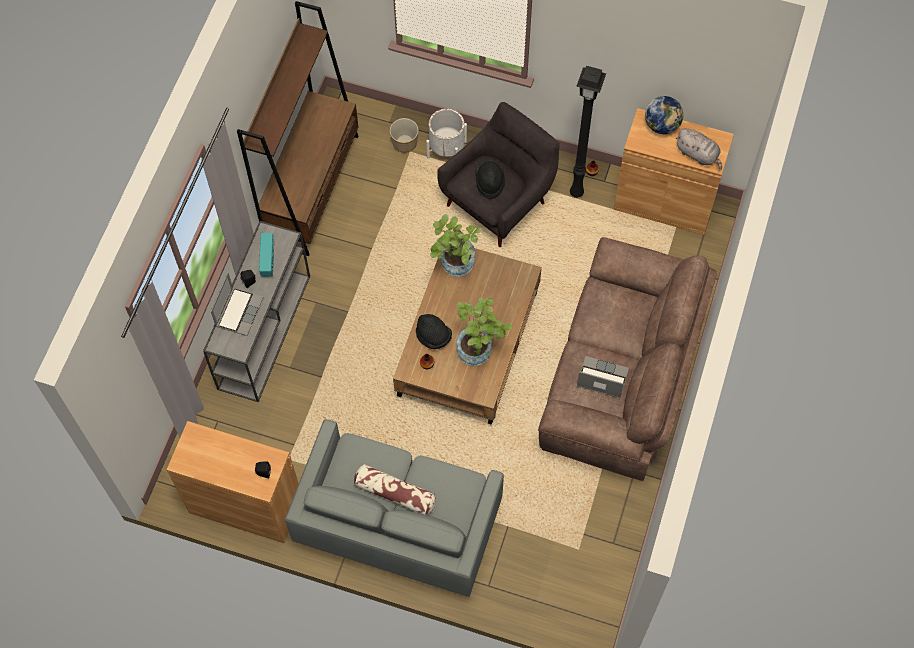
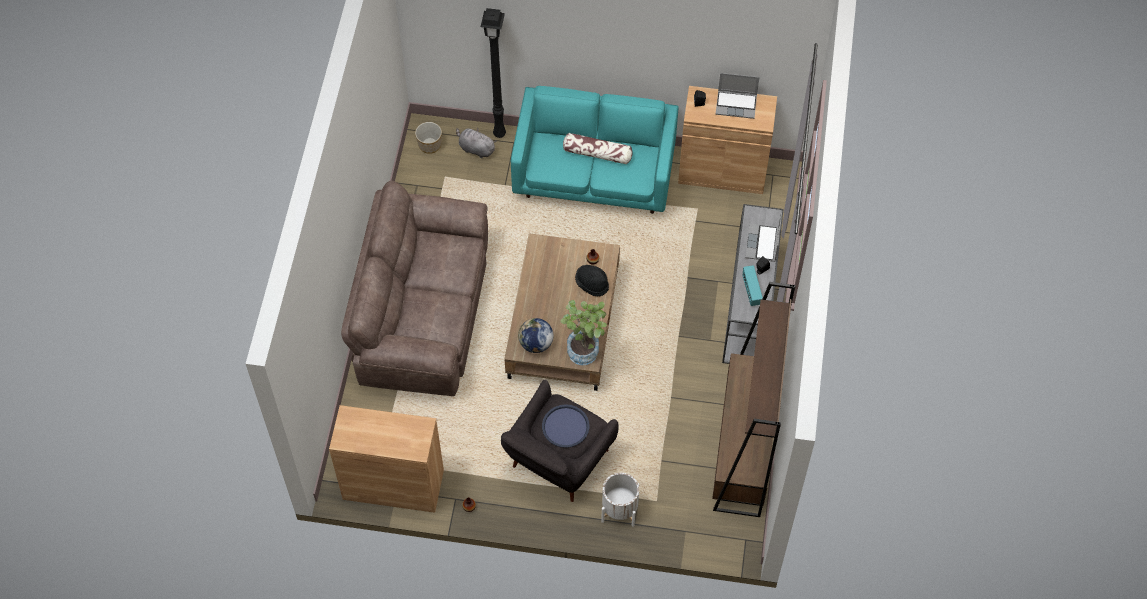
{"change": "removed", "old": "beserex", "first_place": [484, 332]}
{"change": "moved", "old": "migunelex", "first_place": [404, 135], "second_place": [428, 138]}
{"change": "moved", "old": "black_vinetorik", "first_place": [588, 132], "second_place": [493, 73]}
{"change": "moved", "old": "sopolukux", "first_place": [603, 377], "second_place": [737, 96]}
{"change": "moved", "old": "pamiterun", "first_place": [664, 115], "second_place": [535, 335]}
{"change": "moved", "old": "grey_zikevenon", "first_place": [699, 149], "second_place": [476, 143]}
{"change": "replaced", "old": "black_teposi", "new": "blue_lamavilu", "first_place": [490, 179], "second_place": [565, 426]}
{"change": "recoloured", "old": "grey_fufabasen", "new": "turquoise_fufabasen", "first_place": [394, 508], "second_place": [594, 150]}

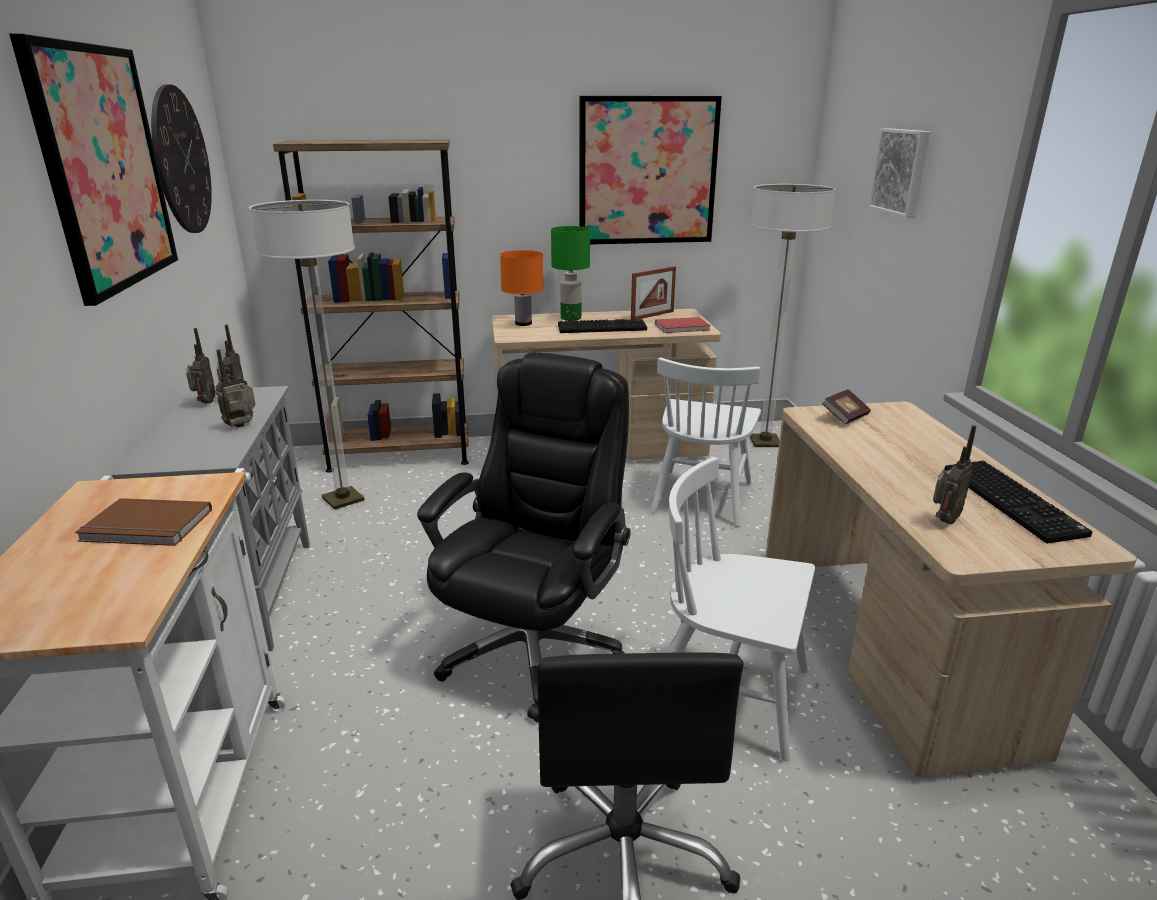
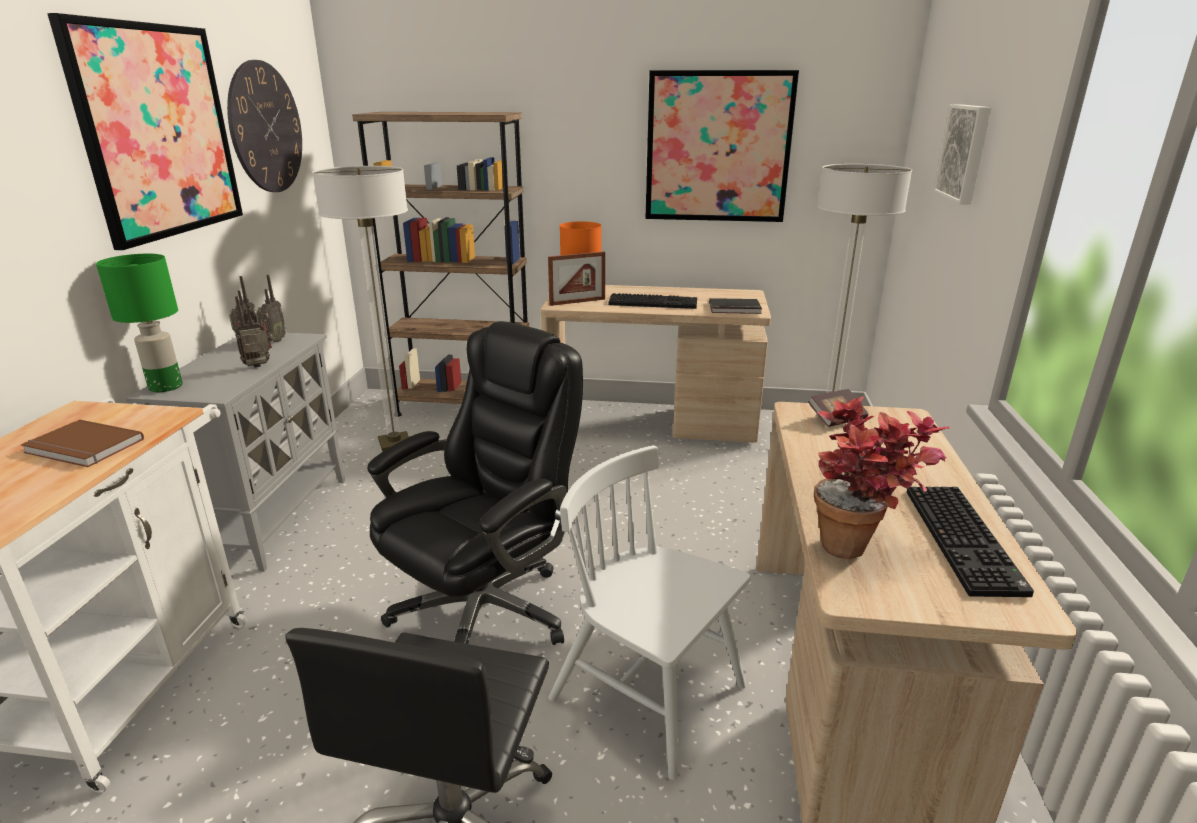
{"change": "removed", "old": "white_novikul", "first_place": [705, 442]}
{"change": "moved", "old": "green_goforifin", "first_place": [570, 273], "second_place": [139, 323]}
{"change": "moved", "old": "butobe", "first_place": [653, 293], "second_place": [576, 278]}
{"change": "replaced", "old": "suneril", "new": "beserex", "first_place": [955, 475], "second_place": [882, 477]}
{"change": "recoloured", "old": "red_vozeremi", "new": "black_vozeremi", "first_place": [683, 325], "second_place": [735, 306]}

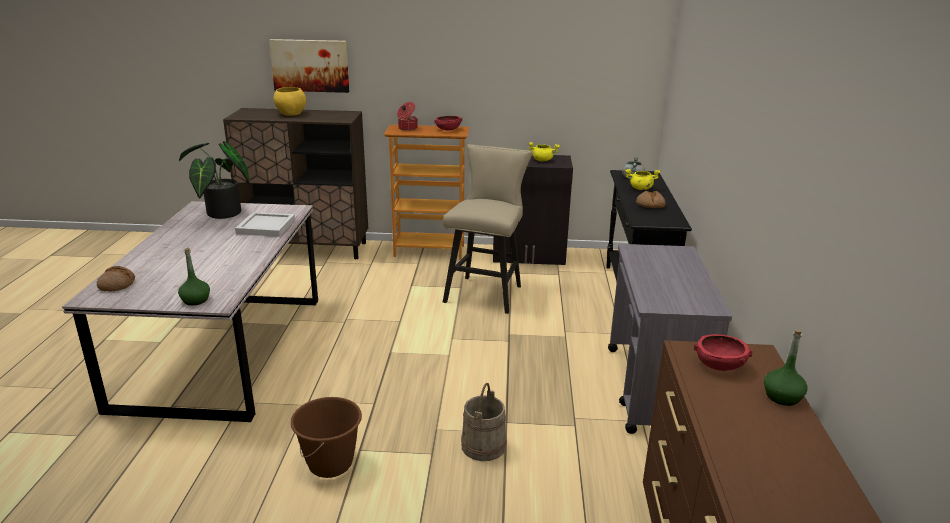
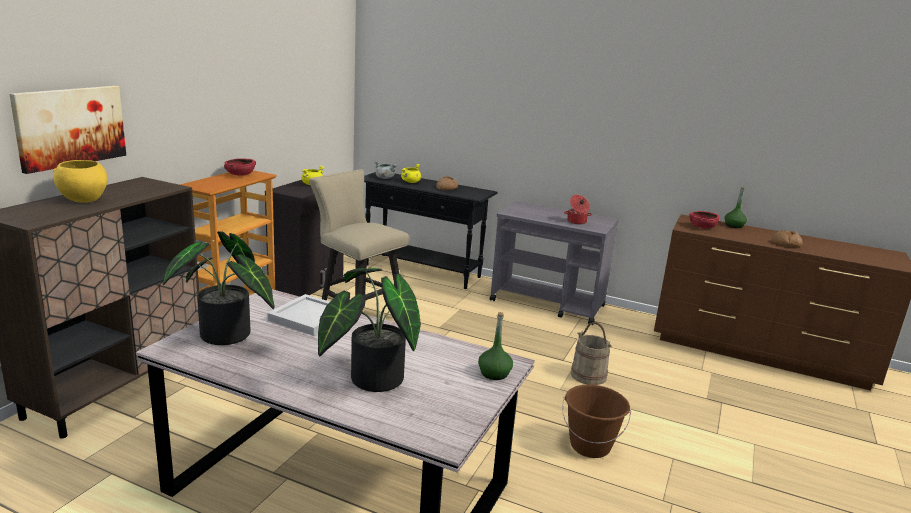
{"change": "added", "new": "beserex", "second_place": [369, 330]}
{"change": "moved", "old": "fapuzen", "first_place": [116, 278], "second_place": [787, 239]}
{"change": "moved", "old": "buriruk", "first_place": [407, 116], "second_place": [578, 209]}

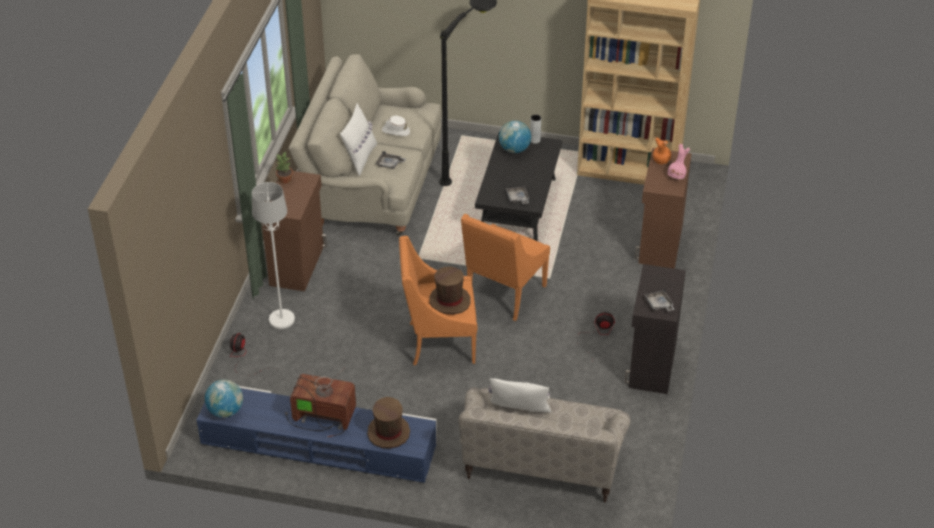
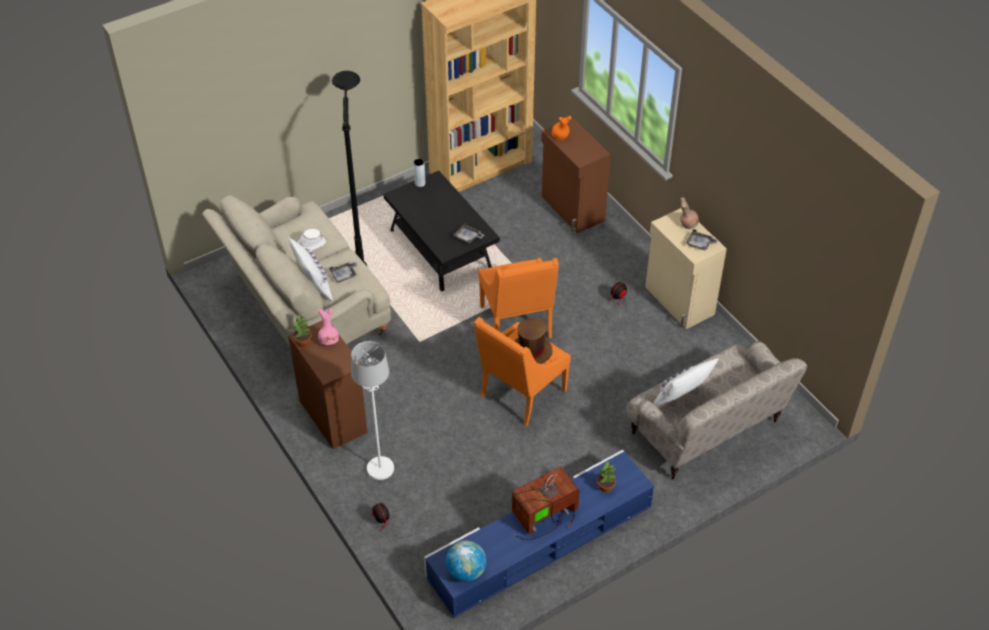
{"change": "removed", "old": "pamiterun", "first_place": [515, 137]}
{"change": "added", "new": "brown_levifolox", "second_place": [689, 213]}
{"change": "moved", "old": "pink_levifolox", "first_place": [679, 161], "second_place": [328, 327]}
{"change": "replaced", "old": "brown_teposi", "new": "beserex", "first_place": [388, 423], "second_place": [606, 477]}
{"change": "recoloured", "old": "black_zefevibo", "new": "beige_zefevibo", "first_place": [655, 329], "second_place": [686, 268]}

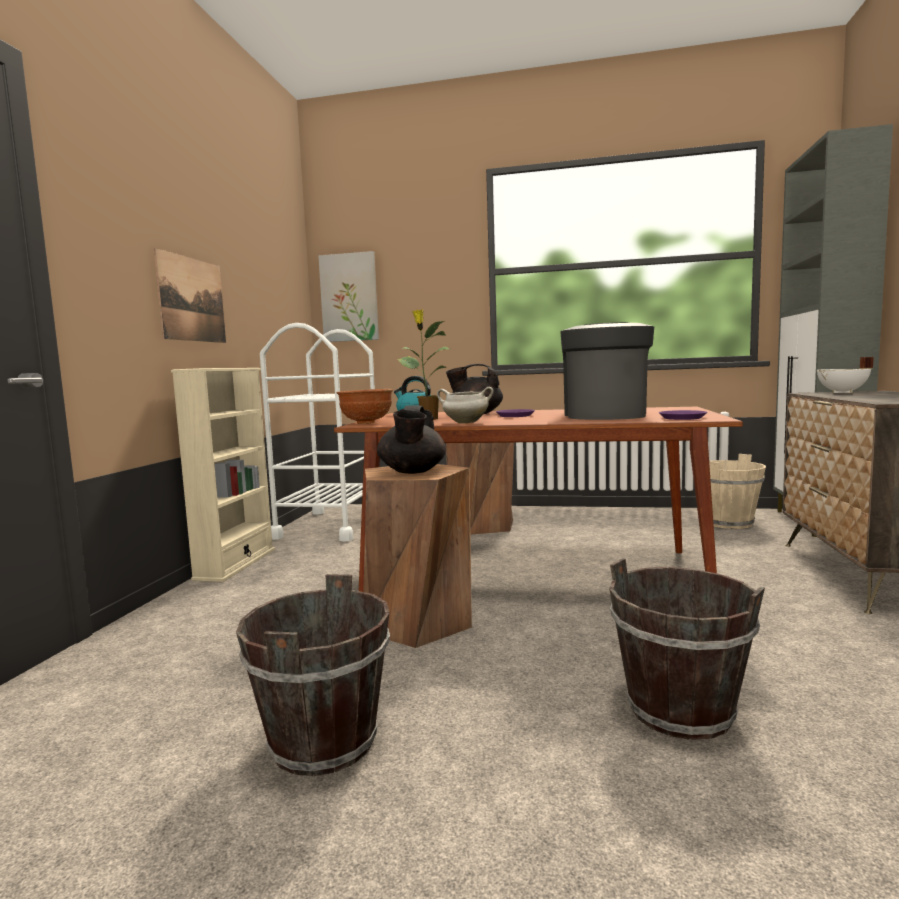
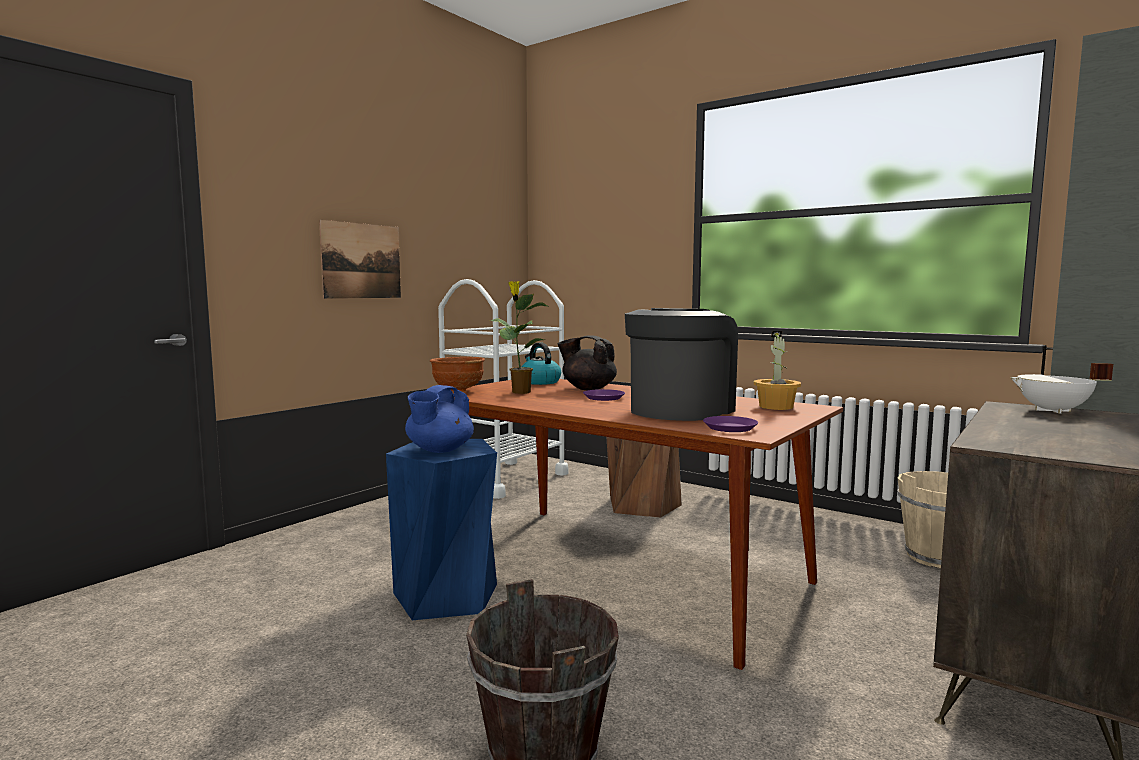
{"change": "removed", "old": "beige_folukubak", "first_place": [223, 475]}
{"change": "removed", "old": "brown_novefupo", "first_place": [313, 675]}
{"change": "removed", "old": "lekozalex", "first_place": [348, 296]}
{"change": "removed", "old": "white_buriruk", "first_place": [465, 405]}
{"change": "added", "new": "beserex", "second_place": [777, 370]}
{"change": "recoloured", "old": "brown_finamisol", "new": "blue_finamisol", "first_place": [417, 556], "second_place": [441, 529]}
{"change": "recoloured", "old": "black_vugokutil", "new": "blue_vugokutil", "first_place": [411, 439], "second_place": [439, 419]}

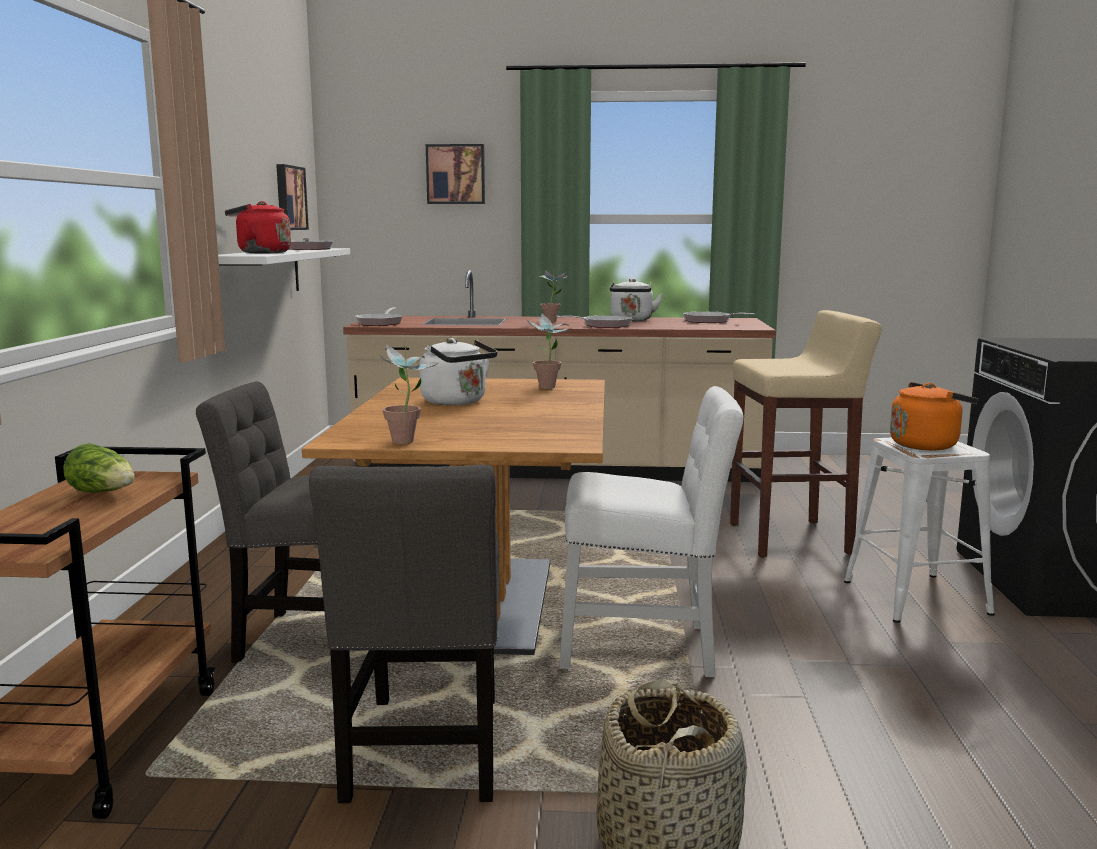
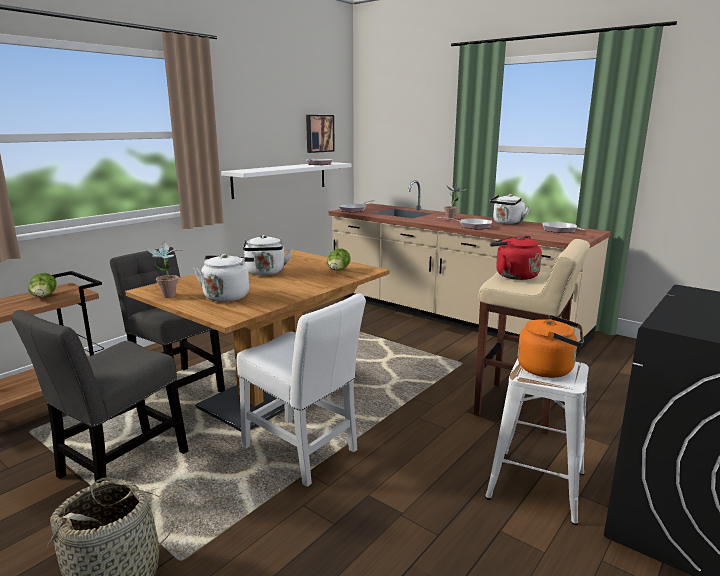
{"change": "removed", "old": "lekozalex", "first_place": [455, 174]}
{"change": "added", "new": "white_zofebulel", "second_place": [224, 278]}
{"change": "moved", "old": "red_zofebulel", "first_place": [258, 227], "second_place": [516, 258]}
{"change": "replaced", "old": "beserex", "new": "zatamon", "first_place": [547, 351], "second_place": [339, 259]}

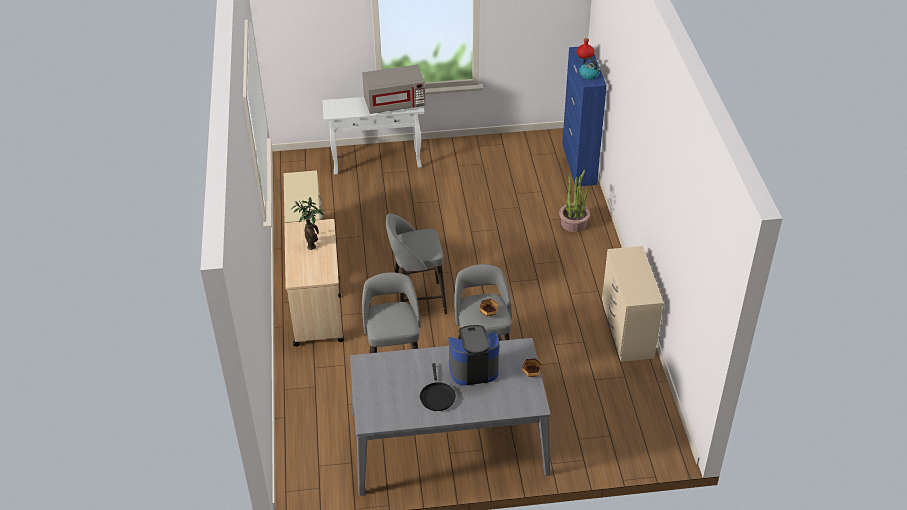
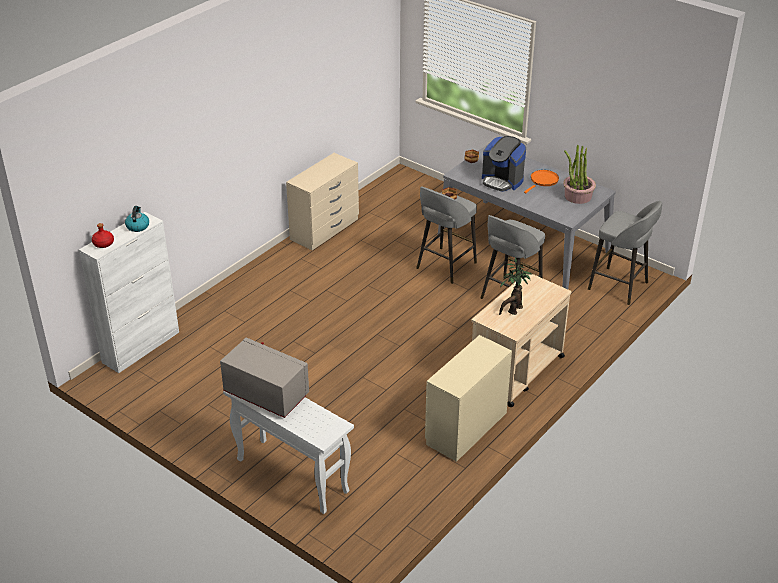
{"change": "moved", "old": "grey_finamisol", "first_place": [416, 263], "second_place": [625, 253]}
{"change": "moved", "old": "beserex", "first_place": [574, 201], "second_place": [579, 174]}
{"change": "recoloured", "old": "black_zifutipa", "new": "orange_zifutipa", "first_place": [438, 387], "second_place": [541, 181]}
{"change": "recoloured", "old": "blue_zefevibo", "new": "white_zefevibo", "first_place": [584, 116], "second_place": [129, 292]}

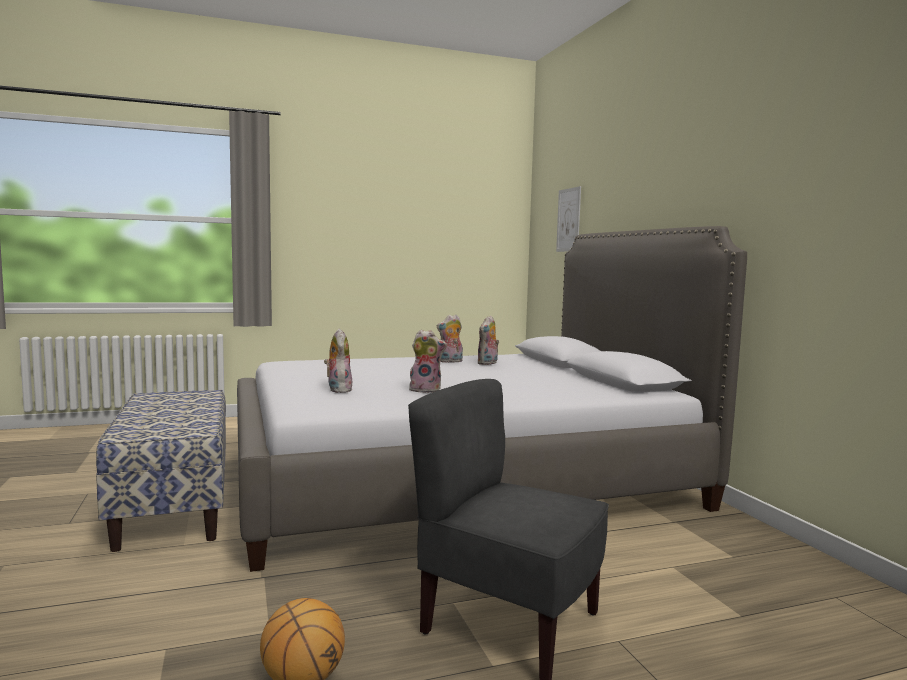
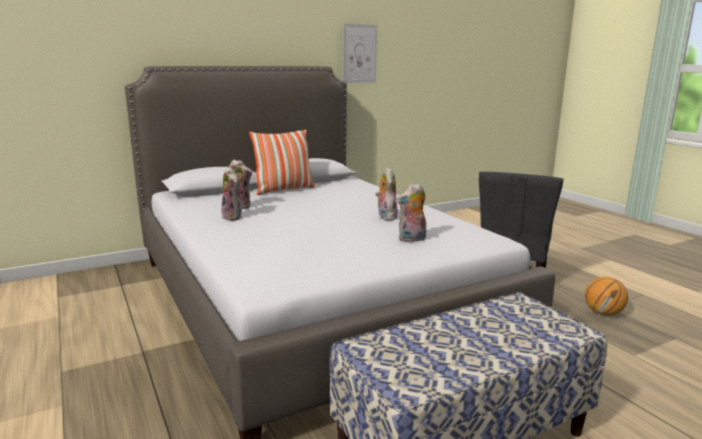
{"change": "added", "new": "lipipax", "second_place": [282, 162]}
{"change": "moved", "old": "lekozalex", "first_place": [568, 219], "second_place": [360, 53]}

